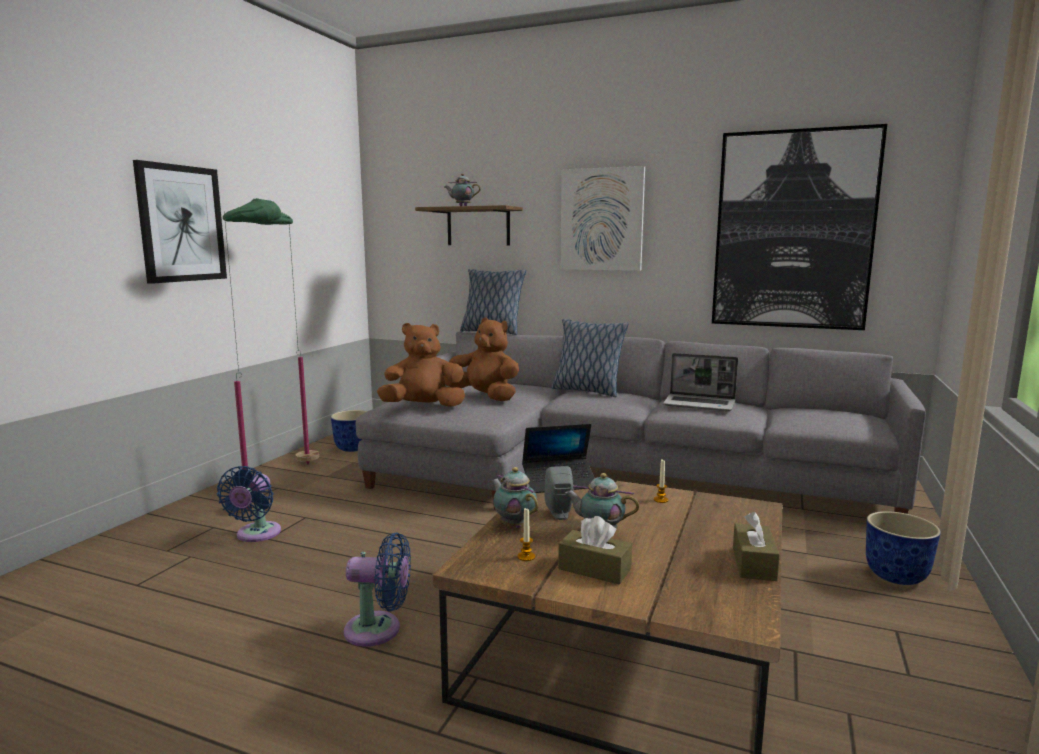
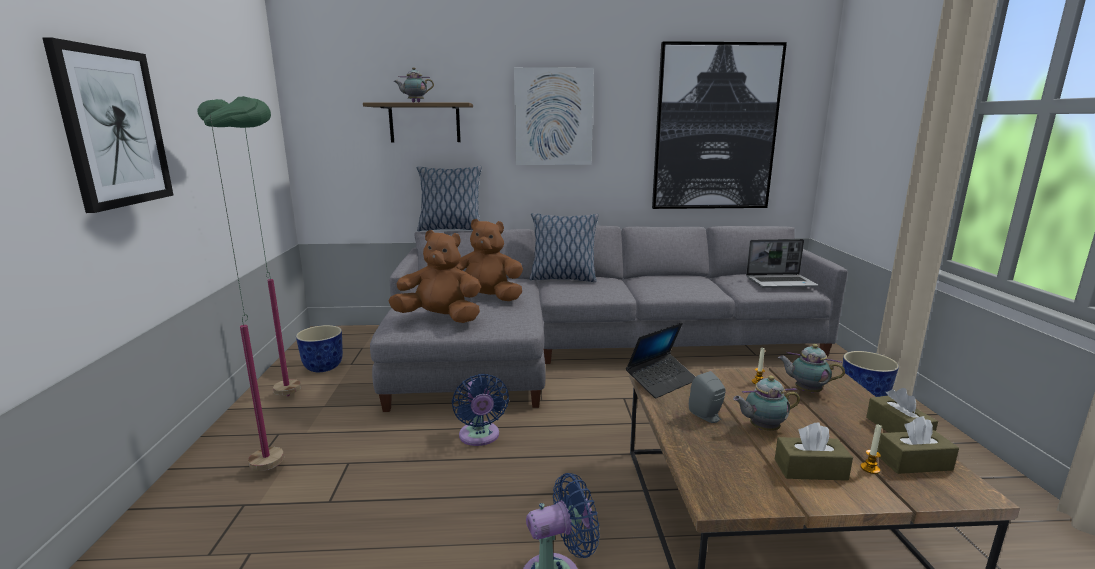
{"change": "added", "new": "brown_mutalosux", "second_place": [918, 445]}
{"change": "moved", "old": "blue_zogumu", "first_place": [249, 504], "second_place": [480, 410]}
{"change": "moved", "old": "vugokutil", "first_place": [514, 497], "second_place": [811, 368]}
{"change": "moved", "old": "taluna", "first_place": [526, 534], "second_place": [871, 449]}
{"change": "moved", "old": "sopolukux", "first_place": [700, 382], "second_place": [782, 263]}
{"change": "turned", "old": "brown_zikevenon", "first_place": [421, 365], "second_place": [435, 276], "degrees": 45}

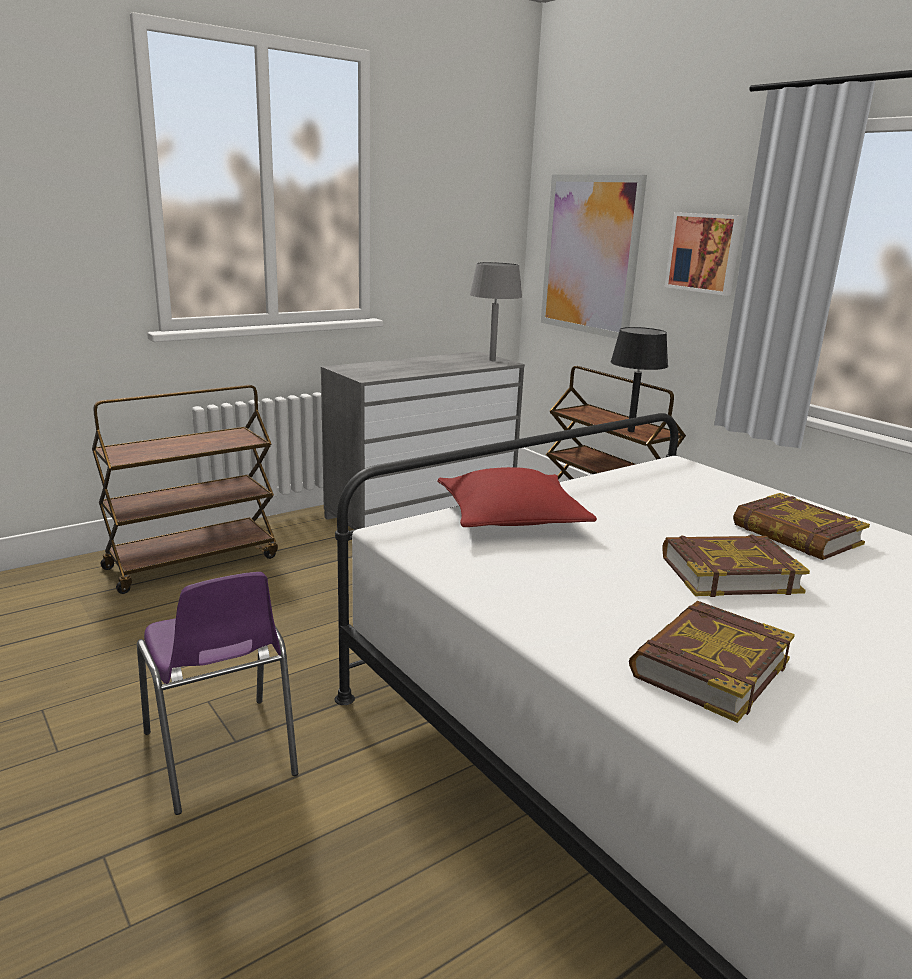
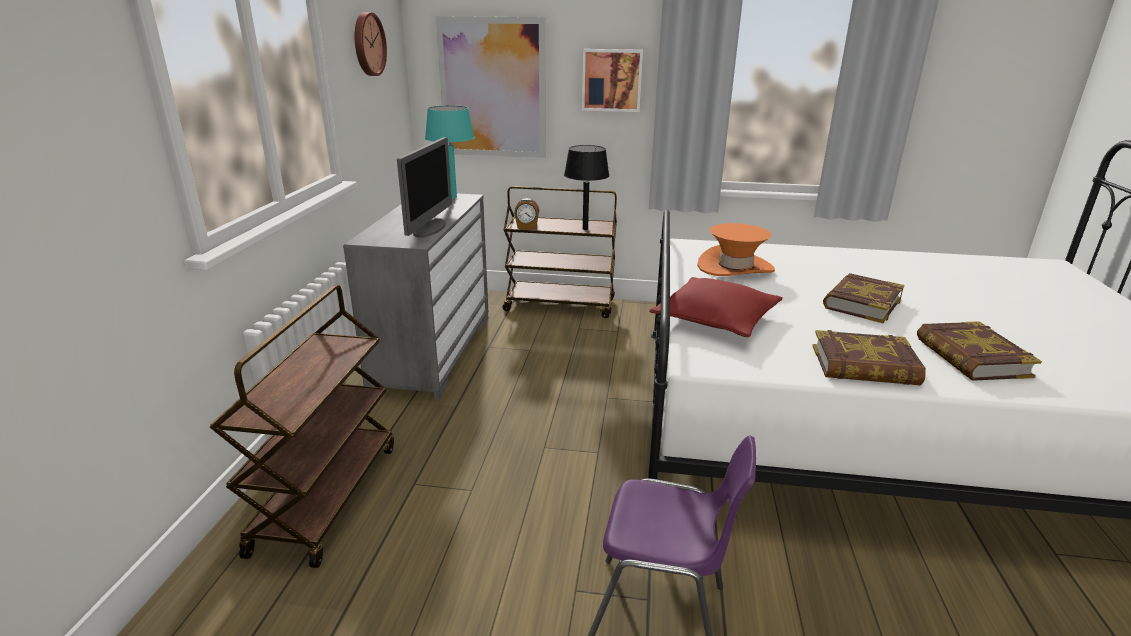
{"change": "added", "new": "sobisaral", "second_place": [371, 44]}
{"change": "added", "new": "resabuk", "second_place": [424, 187]}
{"change": "added", "new": "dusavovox", "second_place": [526, 213]}
{"change": "added", "new": "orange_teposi", "second_place": [736, 249]}
{"change": "moved", "old": "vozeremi", "first_place": [801, 526], "second_place": [869, 357]}
{"change": "recoloured", "old": "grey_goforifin", "new": "turquoise_goforifin", "first_place": [496, 311], "second_place": [450, 151]}

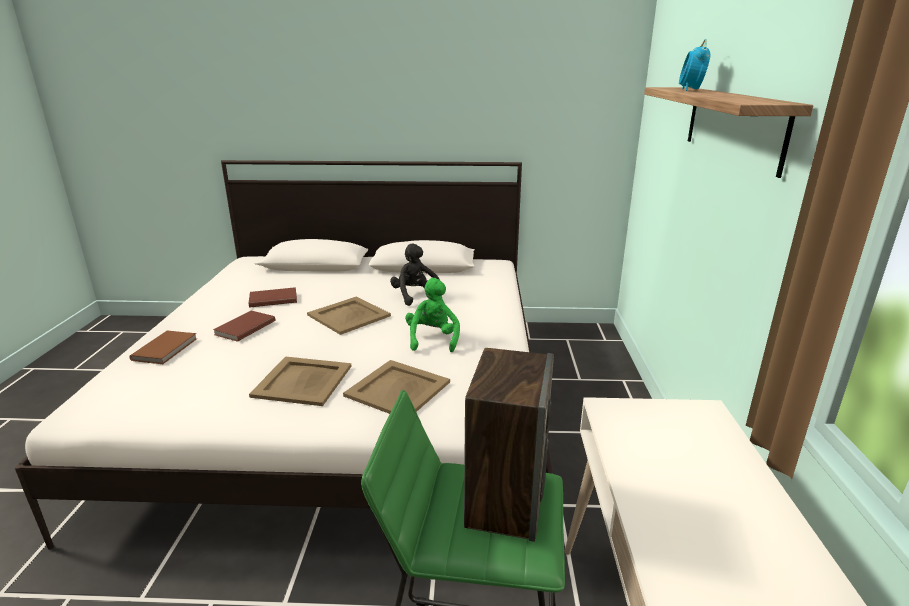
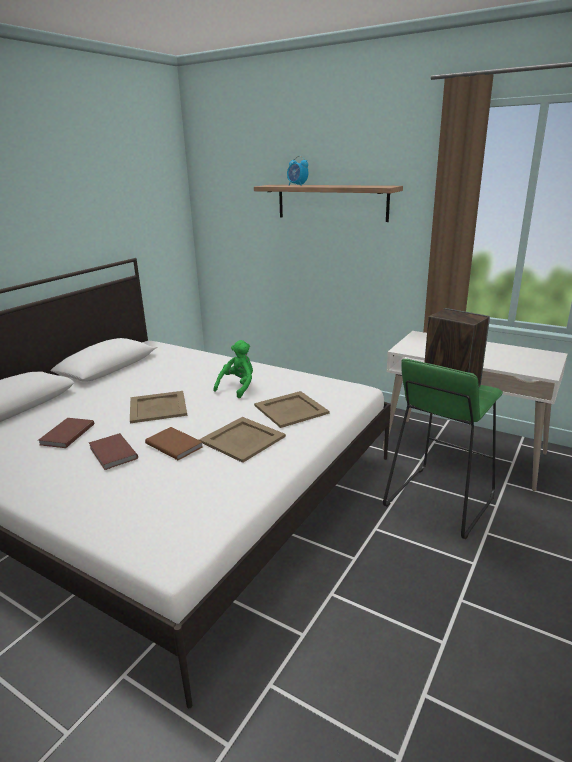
{"change": "removed", "old": "black_zikevenon", "first_place": [416, 275]}
{"change": "moved", "old": "brown_vozeremi", "first_place": [163, 347], "second_place": [174, 443]}
{"change": "turned", "old": "green_zikevenon", "first_place": [432, 315], "second_place": [233, 369], "degrees": 90}

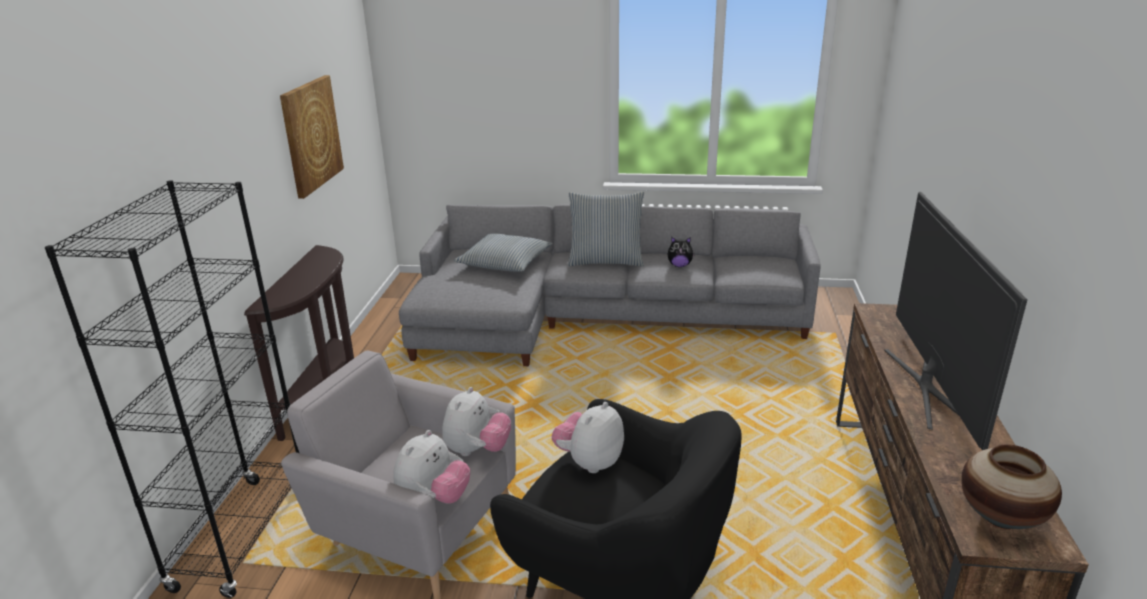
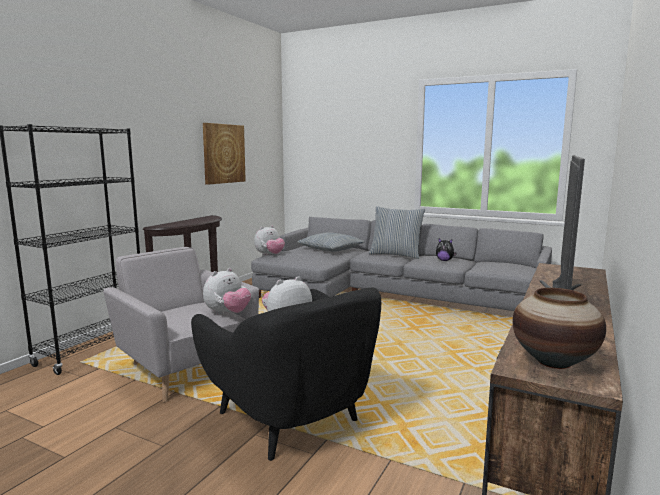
{"change": "moved", "old": "zikevenon", "first_place": [431, 467], "second_place": [269, 240]}

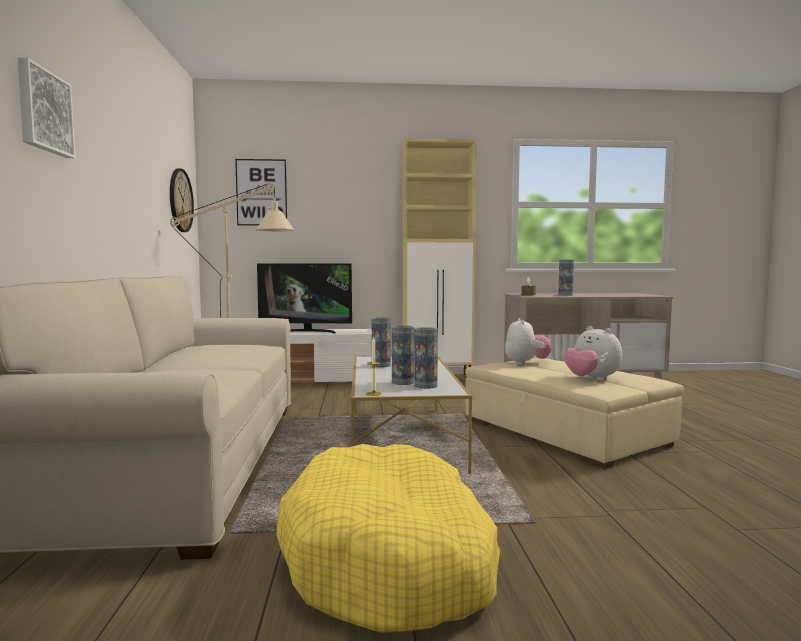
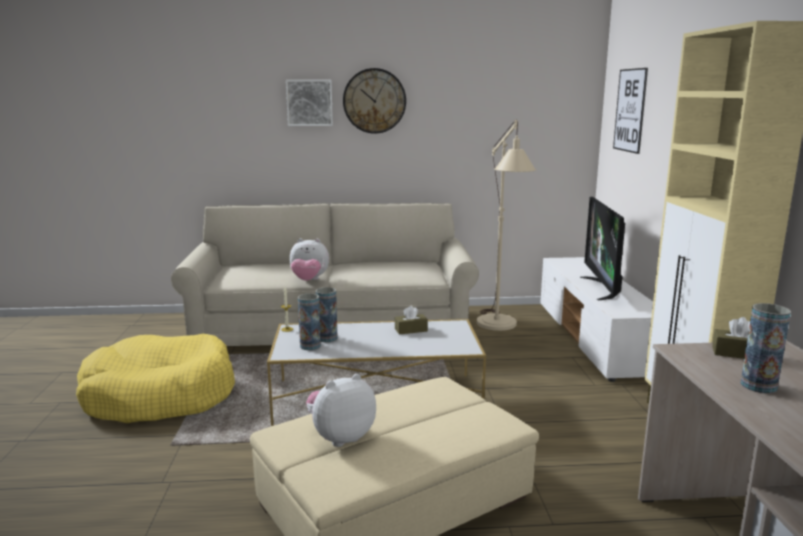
{"change": "moved", "old": "sobisaral", "first_place": [182, 200], "second_place": [374, 101]}
{"change": "moved", "old": "zikevenon", "first_place": [528, 341], "second_place": [309, 259]}
{"change": "replaced", "old": "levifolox", "new": "brown_mutalosux", "first_place": [381, 342], "second_place": [411, 320]}

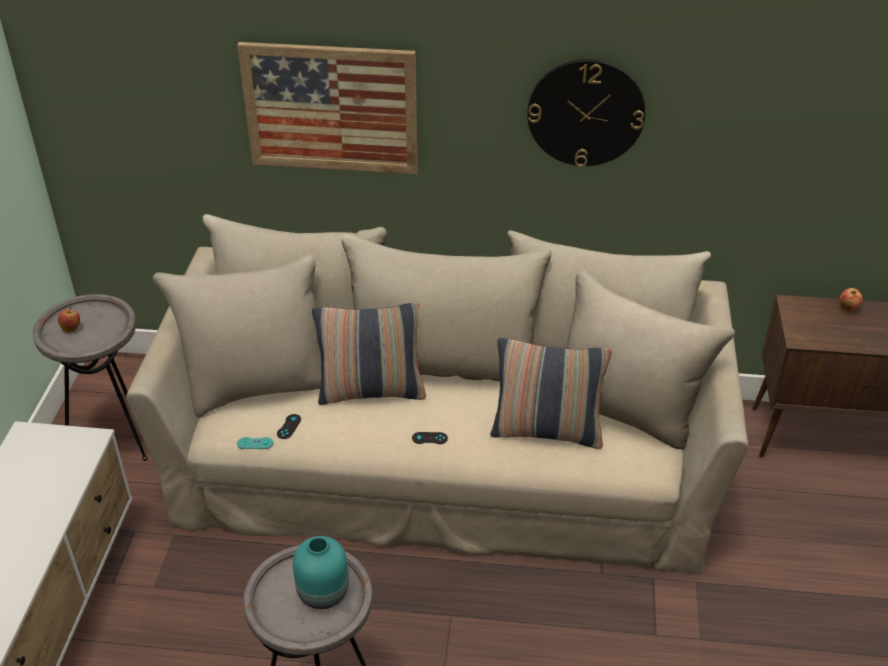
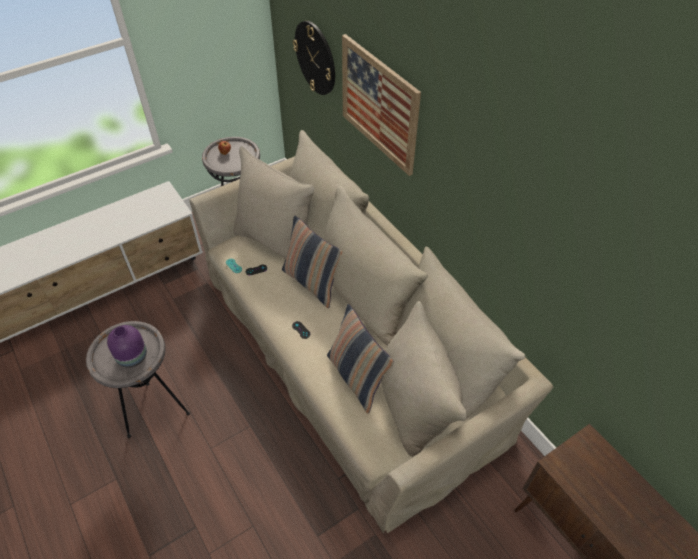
{"change": "removed", "old": "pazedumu", "first_place": [851, 300]}
{"change": "moved", "old": "sobisaral", "first_place": [586, 113], "second_place": [314, 58]}
{"change": "recoloured", "old": "turquoise_levifolox", "new": "purple_levifolox", "first_place": [321, 572], "second_place": [127, 346]}

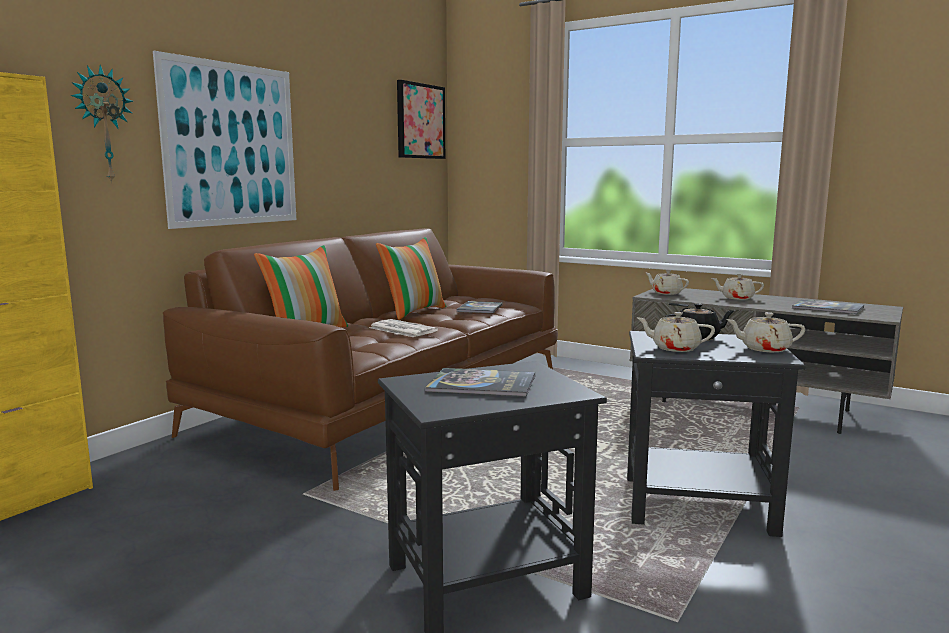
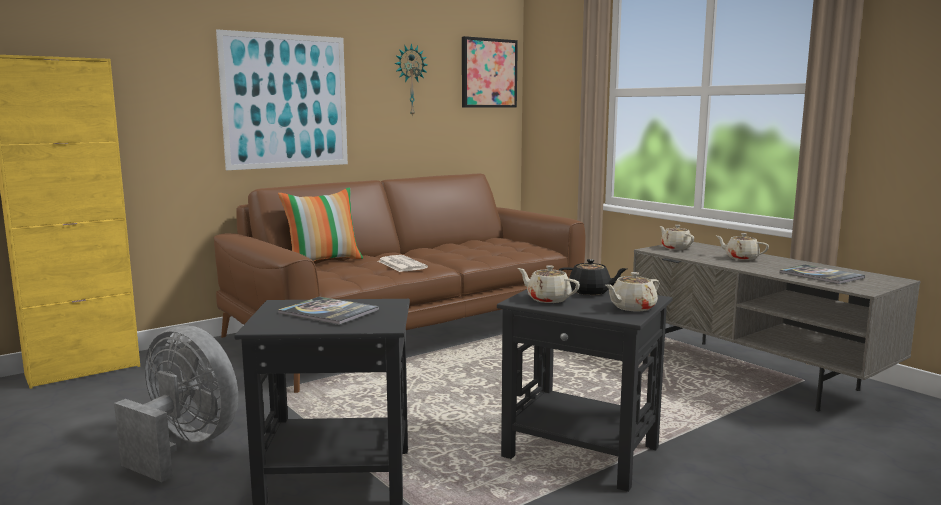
{"change": "removed", "old": "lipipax", "first_place": [411, 278]}
{"change": "removed", "old": "vozeremi", "first_place": [480, 307]}
{"change": "added", "new": "grey_zogumu", "second_place": [176, 403]}
{"change": "moved", "old": "sobisaral", "first_place": [102, 124], "second_place": [411, 80]}
{"change": "turned", "old": "beige_vugokutil", "first_place": [765, 332], "second_place": [632, 291], "degrees": -60}

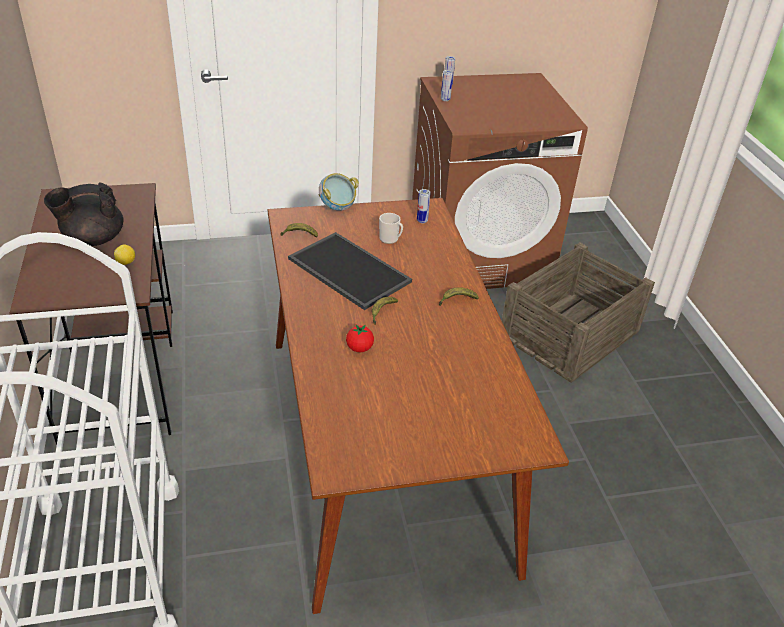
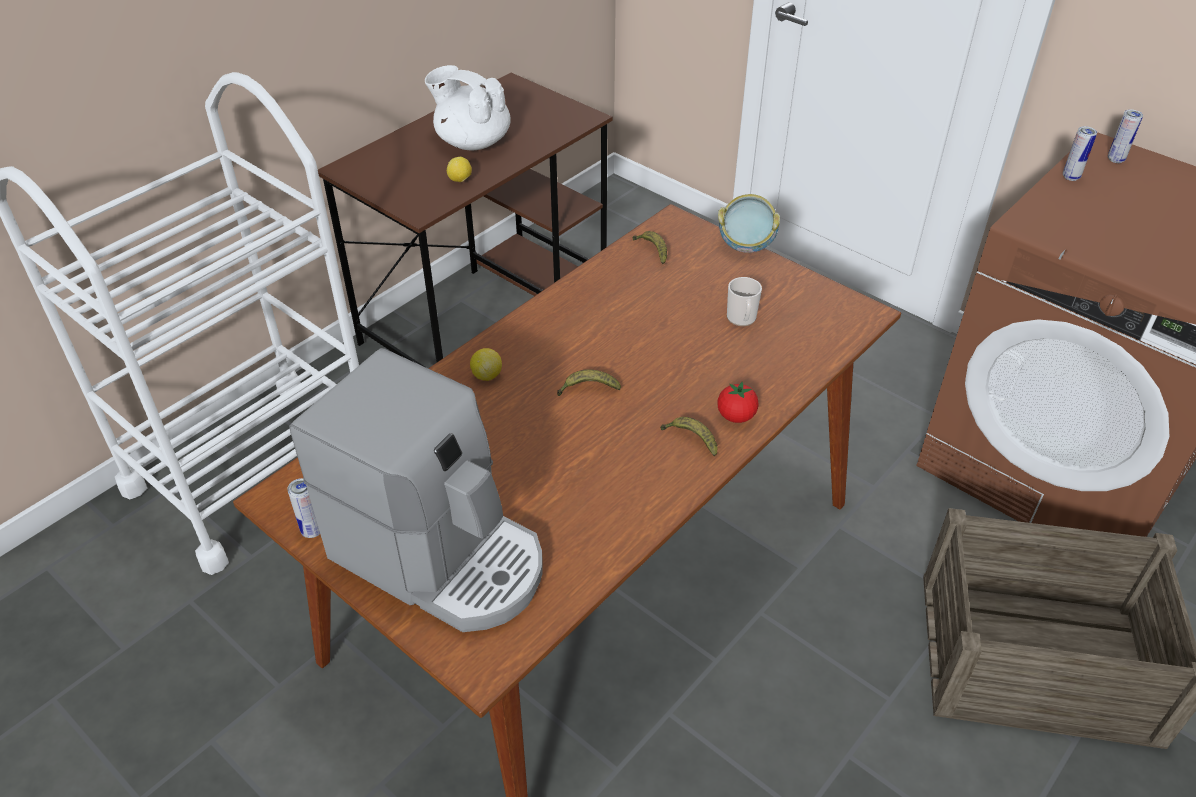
{"change": "removed", "old": "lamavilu", "first_place": [350, 271]}
{"change": "added", "new": "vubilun", "second_place": [416, 490]}
{"change": "added", "new": "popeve", "second_place": [486, 364]}
{"change": "moved", "old": "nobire", "first_place": [360, 338], "second_place": [738, 402]}
{"change": "moved", "old": "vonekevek", "first_place": [423, 206], "second_place": [303, 508]}
{"change": "recoloured", "old": "black_vugokutil", "new": "white_vugokutil", "first_place": [83, 214], "second_place": [468, 107]}

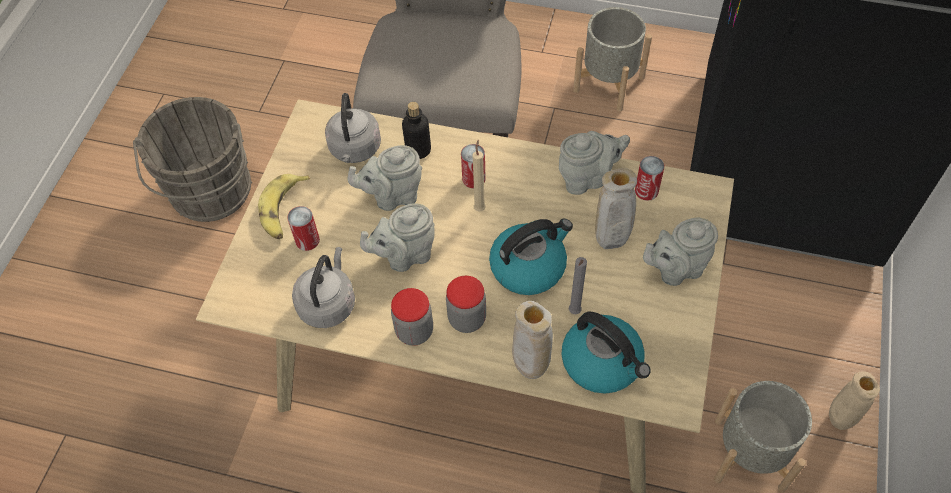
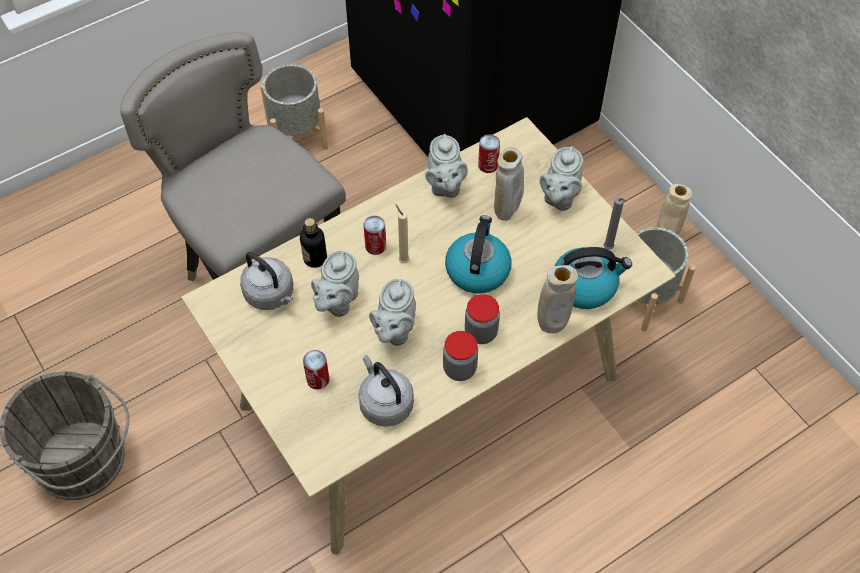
{"change": "removed", "old": "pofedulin", "first_place": [284, 206]}
{"change": "moved", "old": "grey_taluna", "first_place": [578, 285], "second_place": [615, 223]}
{"change": "turned", "old": "grey_vugokutil", "first_place": [594, 163], "second_place": [446, 166], "degrees": 150}

